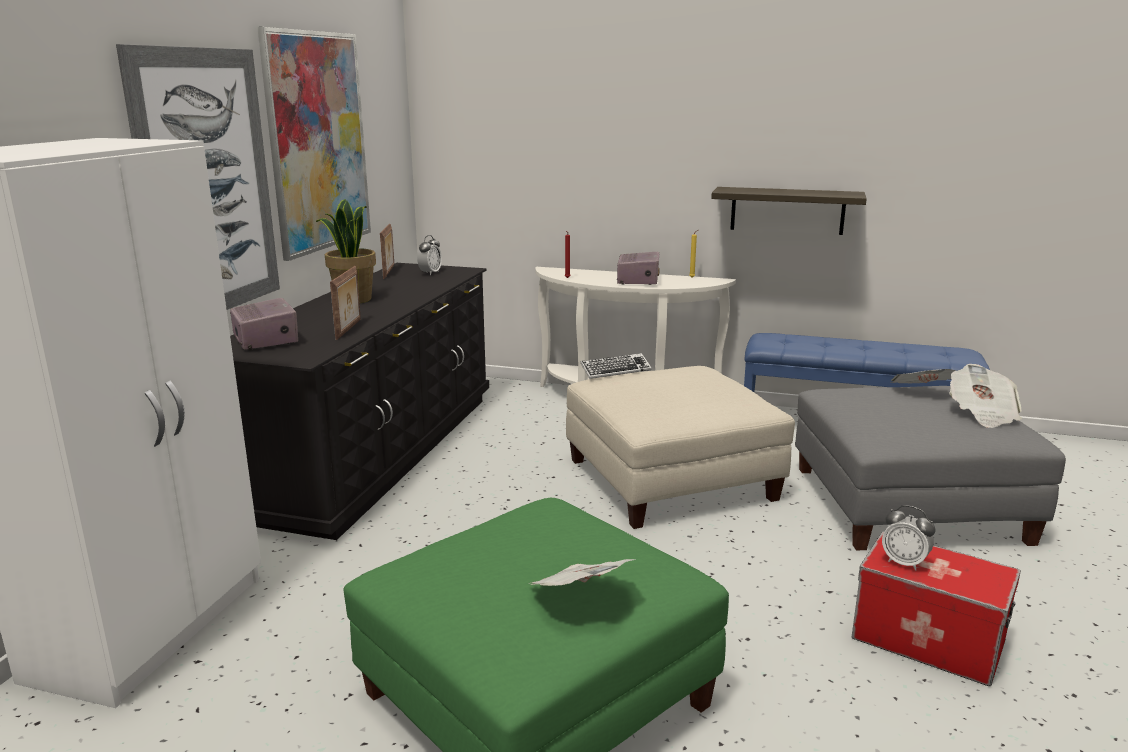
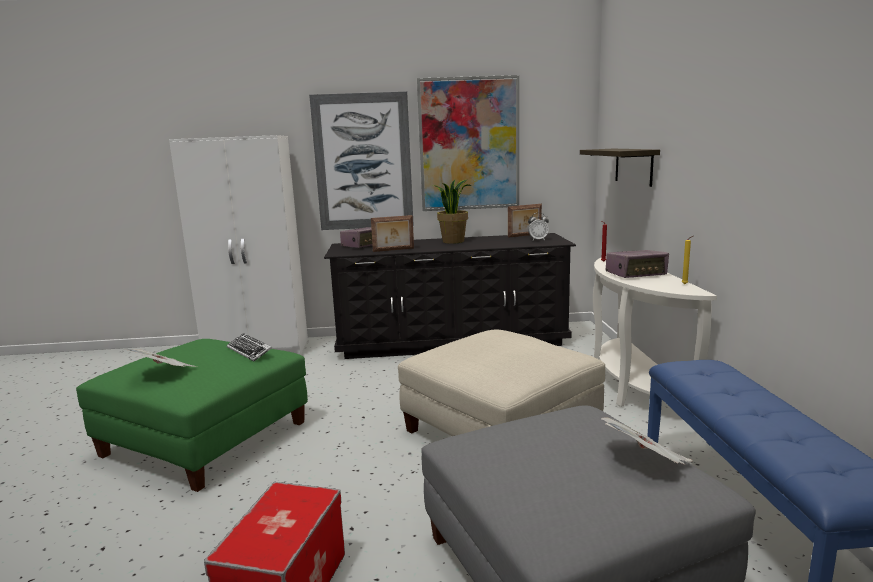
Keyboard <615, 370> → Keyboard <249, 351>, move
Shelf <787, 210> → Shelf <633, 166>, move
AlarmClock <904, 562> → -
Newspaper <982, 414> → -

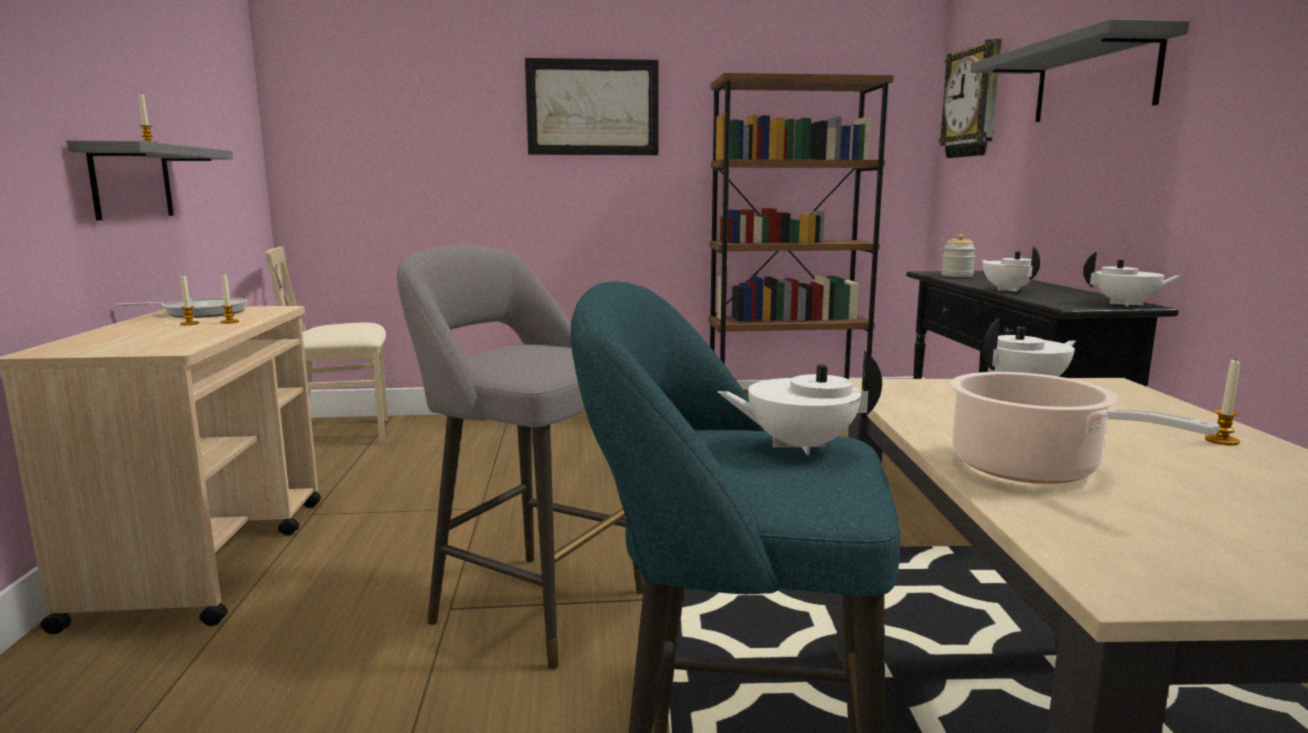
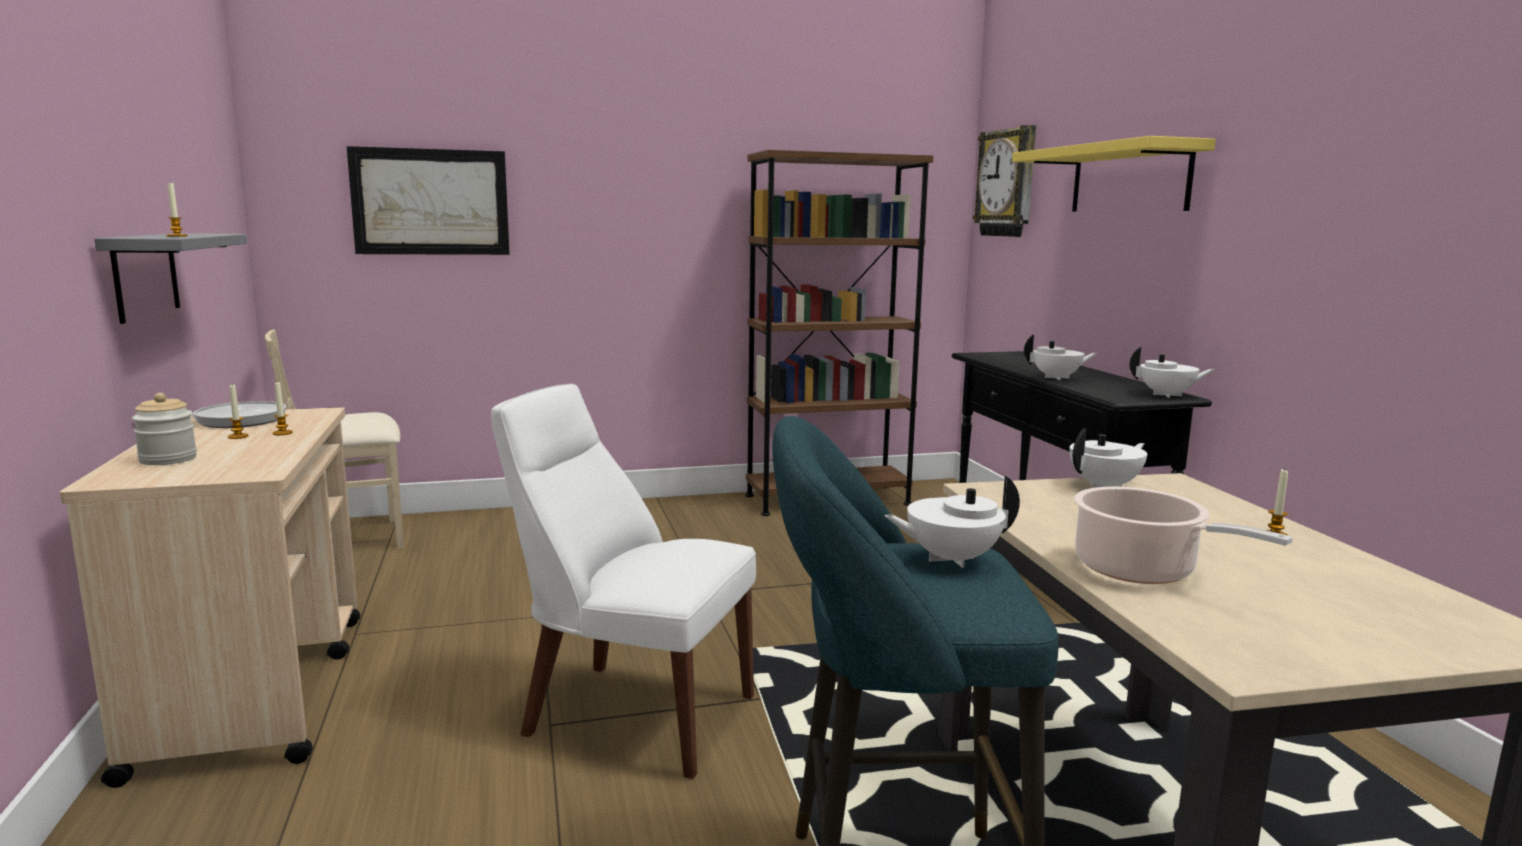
GreyStool <530, 603> → WhiteChair <631, 713>
Picture <592, 107> → Picture <431, 202>, move
Jar <957, 275> → Jar <168, 459>, move
GreyShelf <1094, 80> → YellowShelf <1129, 179>
WhiteTeapot <1007, 290> → WhiteTeapot <1057, 378>, 120 degrees clockwise

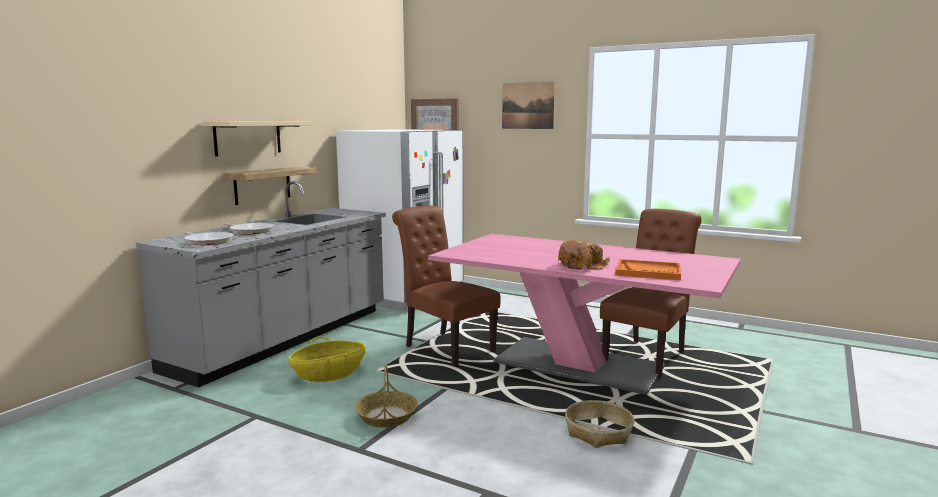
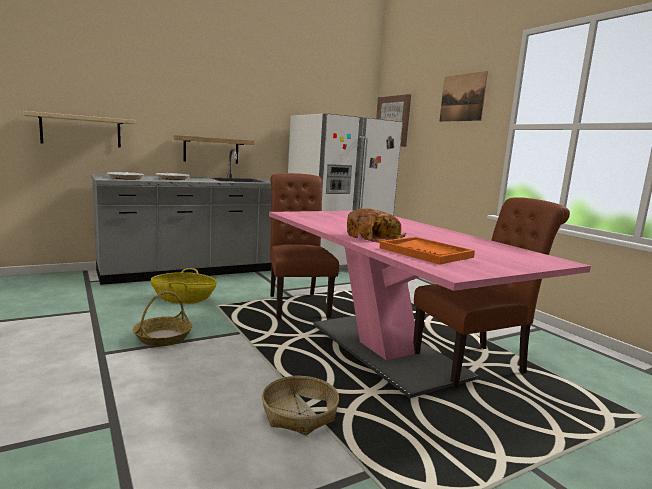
BeigeShelf <248, 137> → BeigeShelf <81, 131>, move

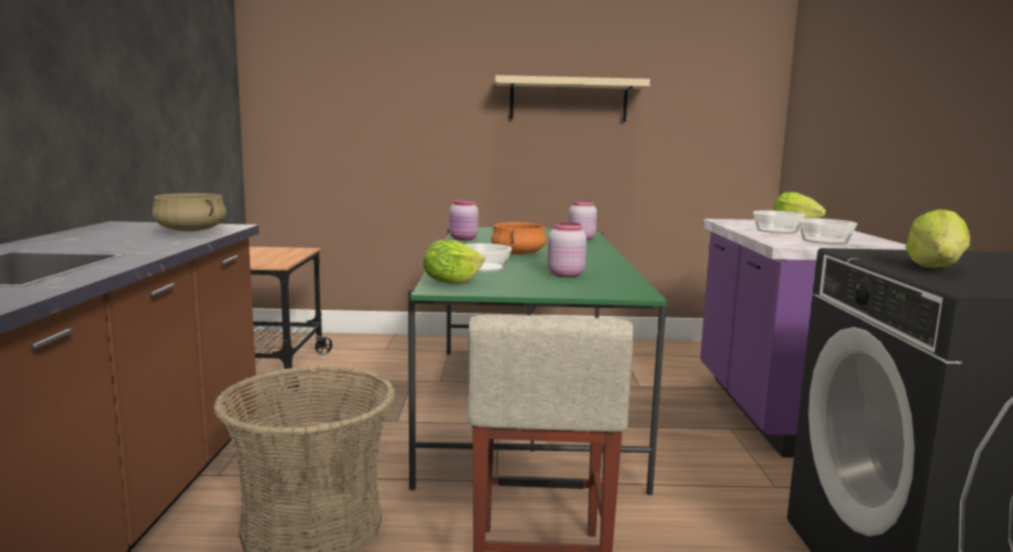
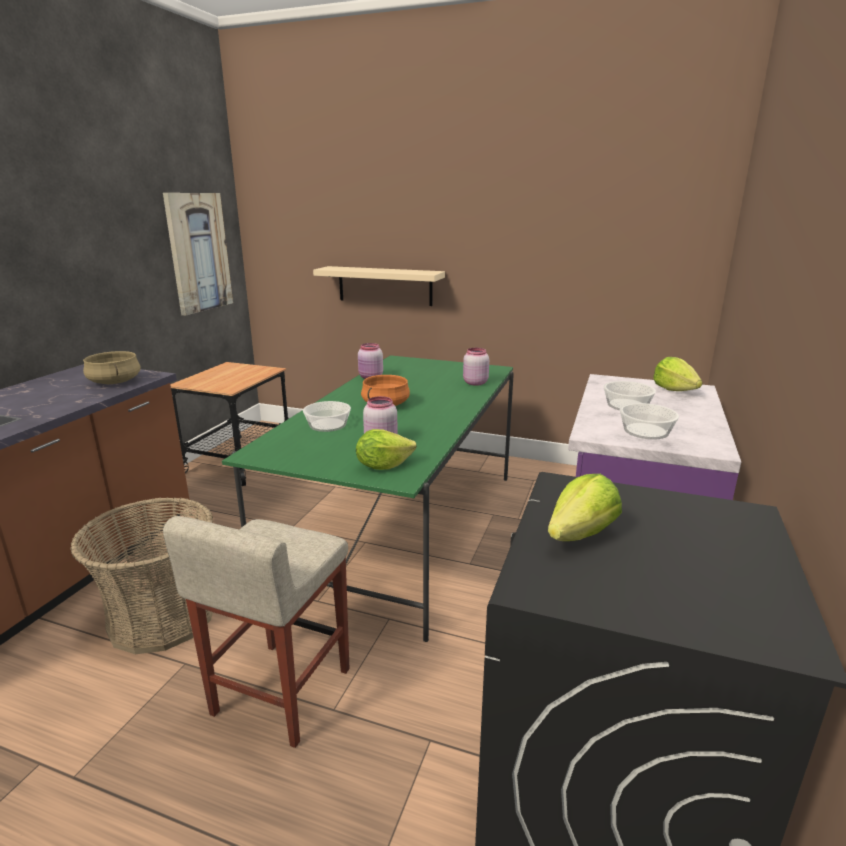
Lettuce <451, 282> → Lettuce <383, 466>, move
BeigeShelf <568, 100> → BeigeShelf <385, 285>, move
- → Picture <198, 252>

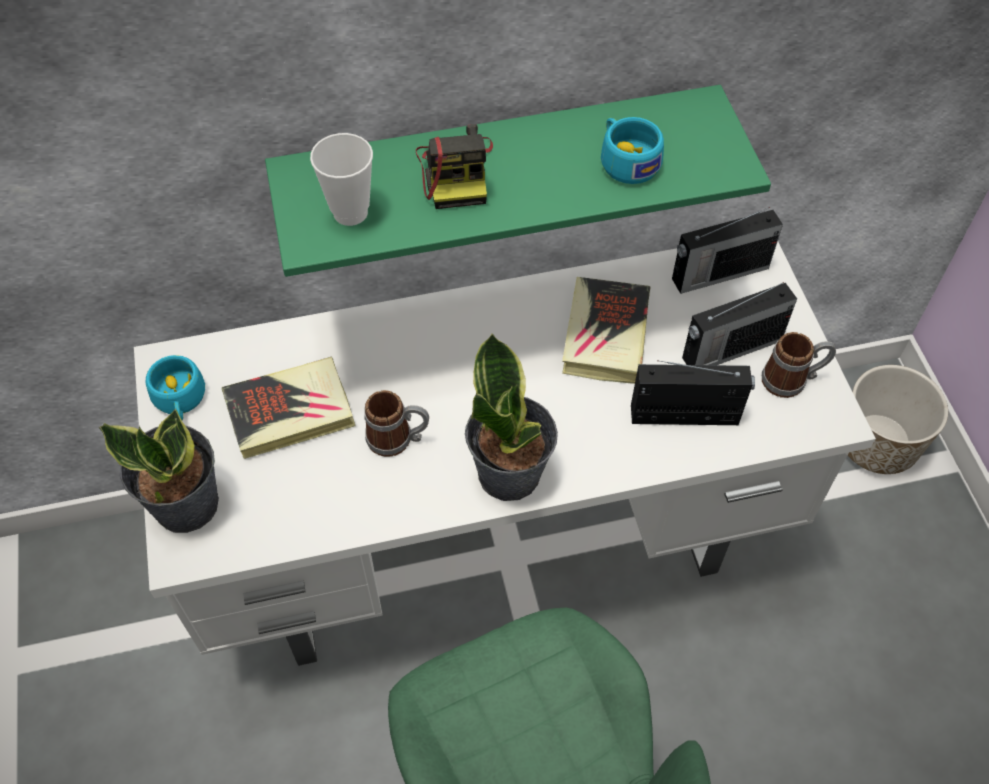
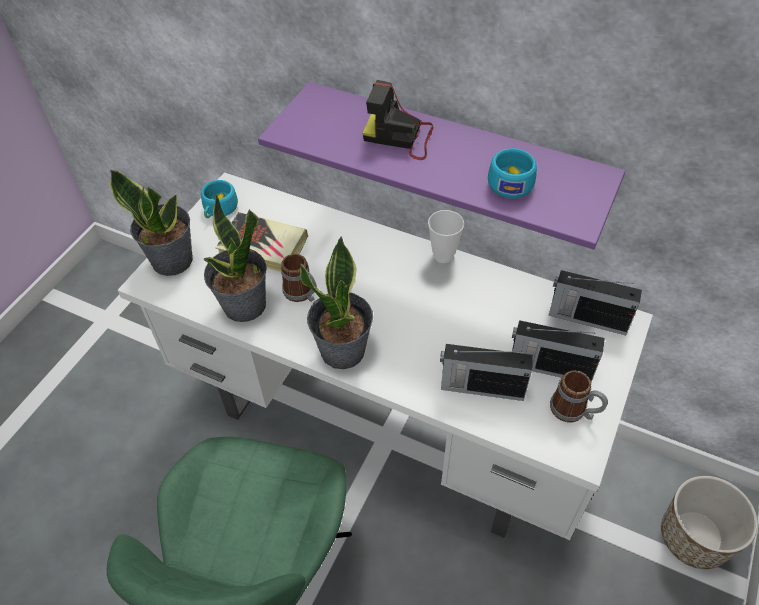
GreenShelf <498, 163> → PurpleShelf <454, 156>
Cup <350, 212> → Cup <443, 255>, move
PhotoCamera <456, 173> → PhotoCamera <400, 137>, 75 degrees clockwise
Book <605, 335> → -
Radio <686, 415> → Radio <480, 387>, 150 degrees clockwise
- → PottedPlant <244, 306>

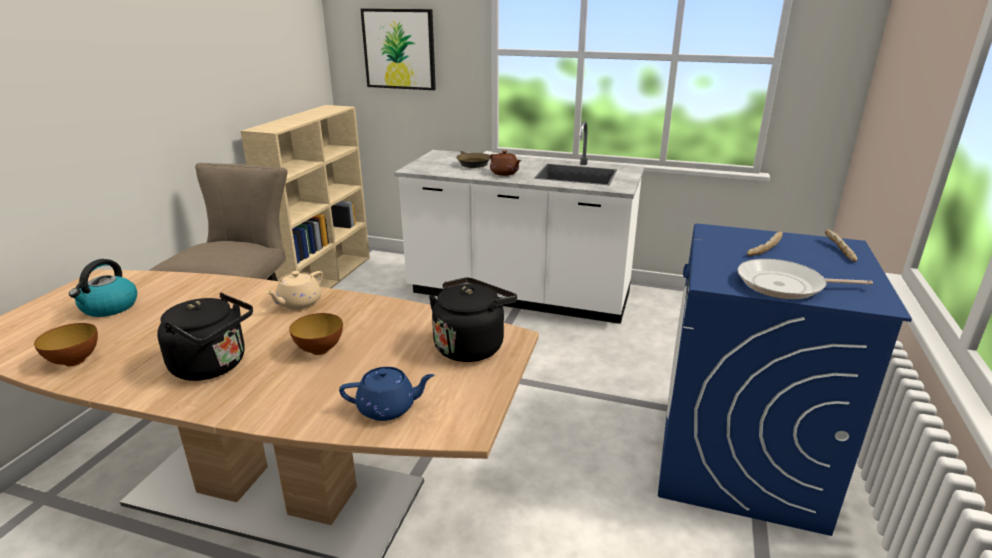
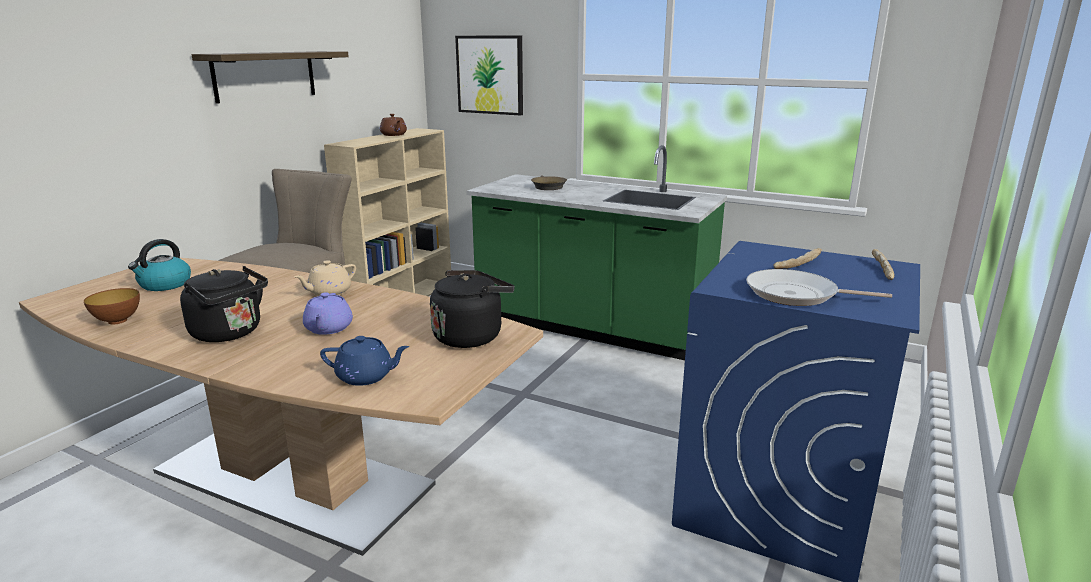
Bowl <319, 350> → PurpleTeapot <328, 329>
WhiteCounter <518, 296> → GreenCounter <591, 328>
BrownTeapot <505, 173> → BrownTeapot <394, 135>, move
- → Shelf <265, 75>

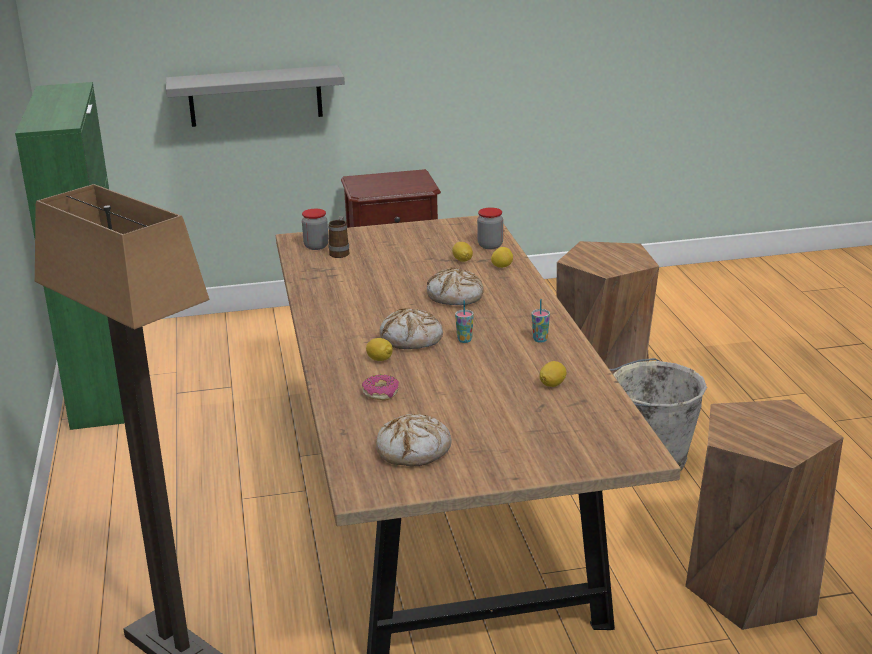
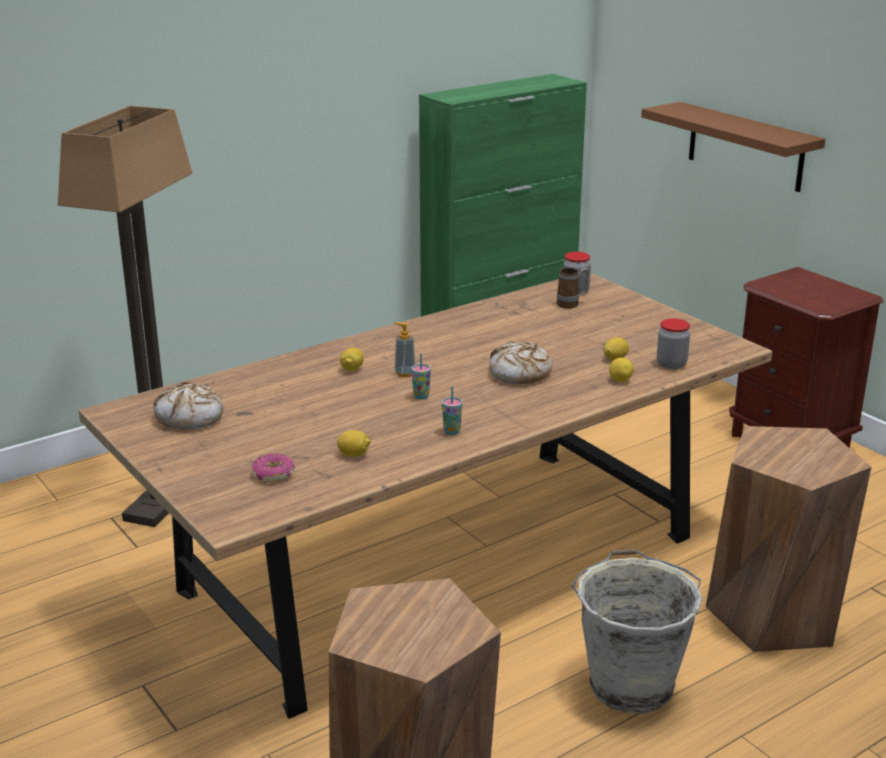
GreyShelf <255, 96> → BrownShelf <745, 147>
Donut <381, 393> → Donut <273, 474>, move
Bread <412, 339> → SoapDispenser <405, 373>

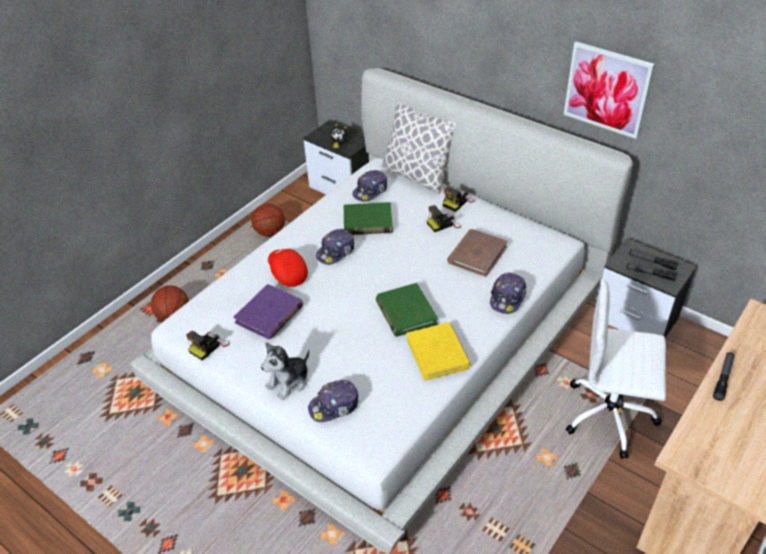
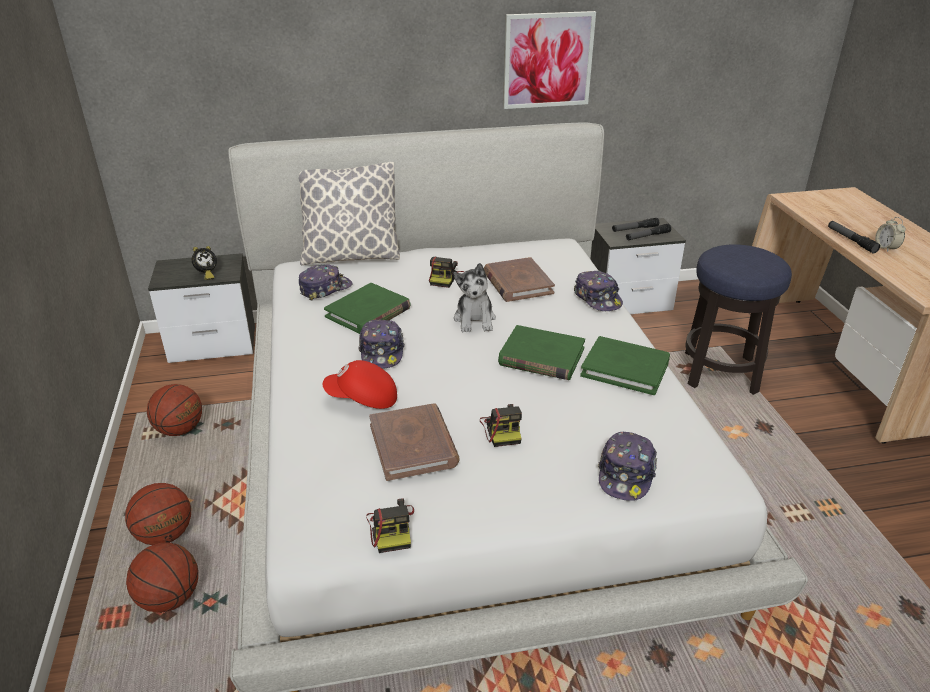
PurpleBook <269, 314> → BrownBook <413, 445>
PlushToy <289, 382> → PlushToy <475, 319>, move
Cap <370, 191> → Cap <325, 288>, 120 degrees counterclockwise
YellowBook <438, 353> → GreenBook <625, 368>
PhotoCamera <457, 202> → PhotoCamera <502, 429>, move
WhiteOfficeChair <611, 415> → Stool <720, 372>
- → Basketball <165, 535>
- → AlarmClock <886, 248>

